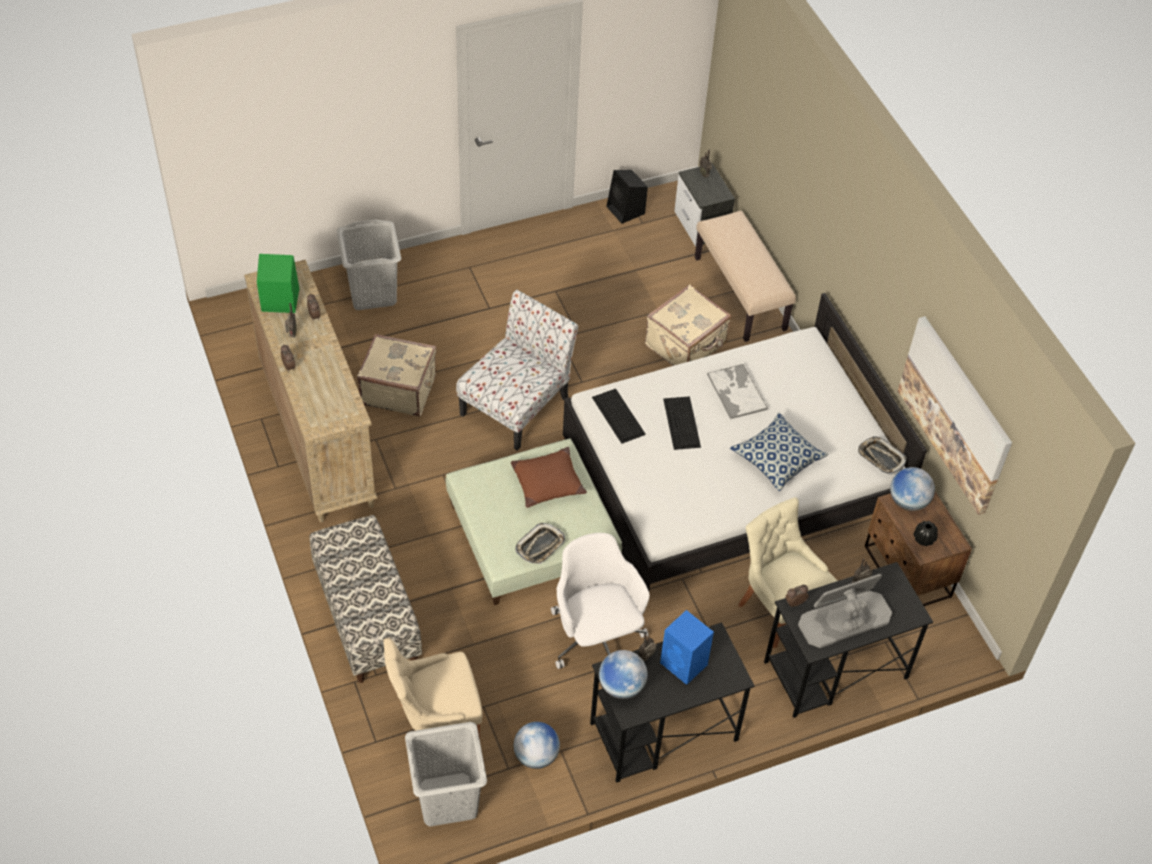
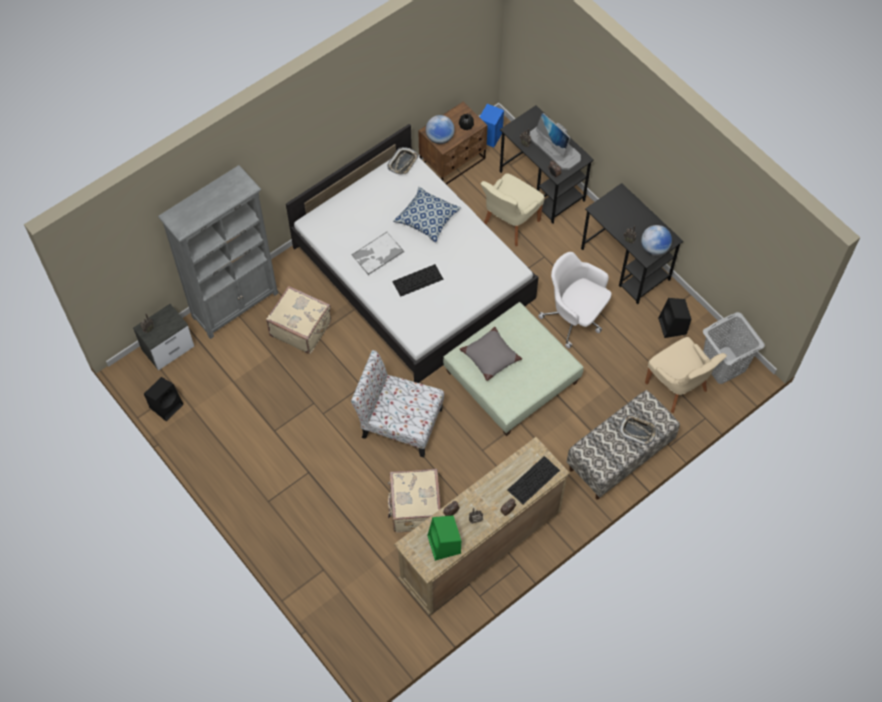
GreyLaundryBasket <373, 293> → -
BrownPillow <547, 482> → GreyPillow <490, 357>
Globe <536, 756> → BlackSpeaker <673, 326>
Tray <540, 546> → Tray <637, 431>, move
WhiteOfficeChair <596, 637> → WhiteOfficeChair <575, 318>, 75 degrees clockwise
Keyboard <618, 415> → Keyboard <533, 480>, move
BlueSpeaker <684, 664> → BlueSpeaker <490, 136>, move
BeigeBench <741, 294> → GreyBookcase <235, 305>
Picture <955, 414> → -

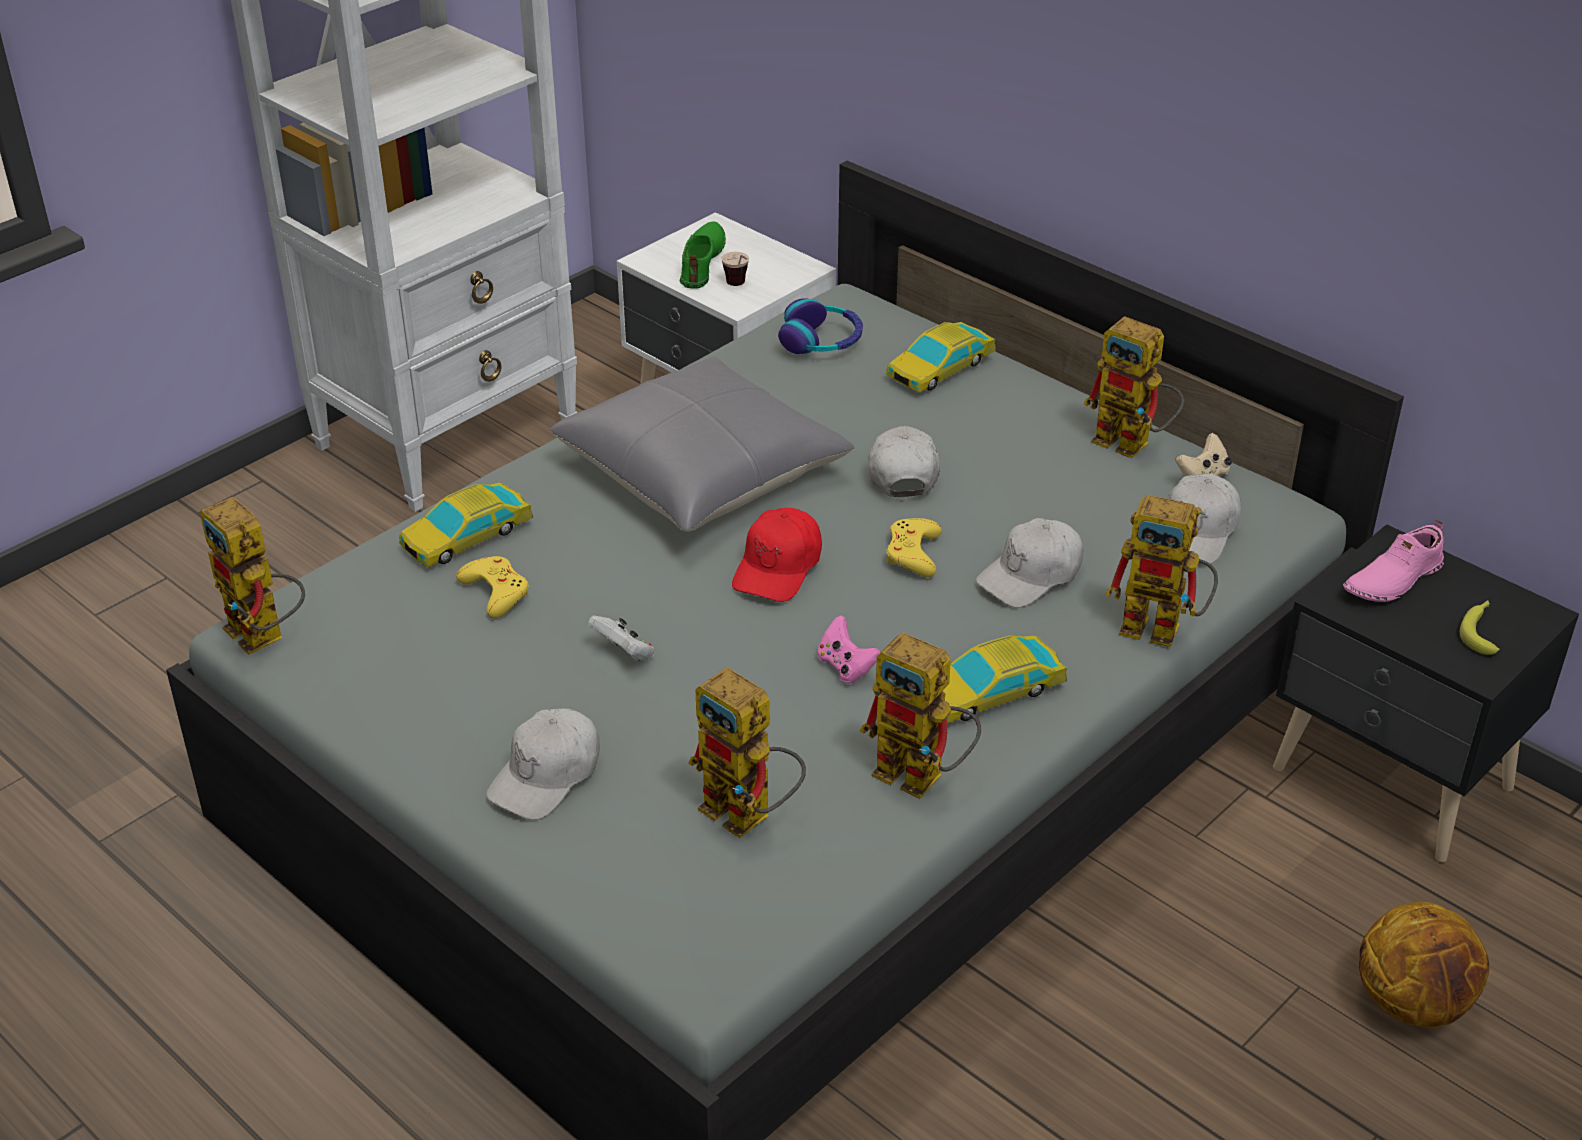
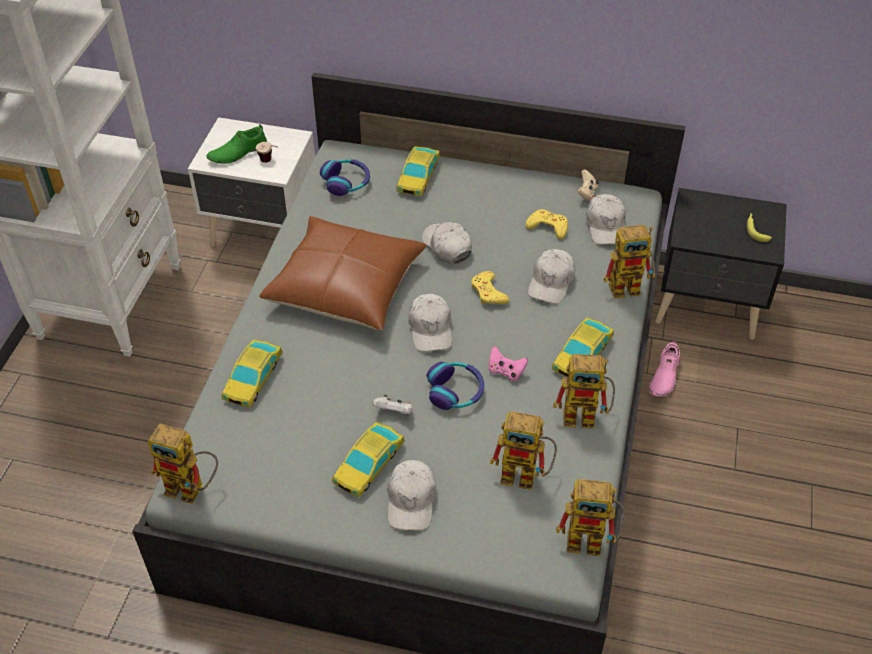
YellowGameController <495, 591> → YellowGameController <548, 226>, move
GreyPillow <701, 471> → BrownPillow <345, 286>
GreenShoe <703, 262> → GreenShoe <237, 152>, 105 degrees counterclockwise
RedCap <778, 567> → WhiteCap <431, 328>
ToyRobot <1133, 444> → ToyRobot <592, 541>, move
PinkShoe <1392, 579> → PinkShoe <664, 376>, move
Basketball <1414, 1004> → -
- → ToyCar <369, 464>
- → Headphones <455, 391>

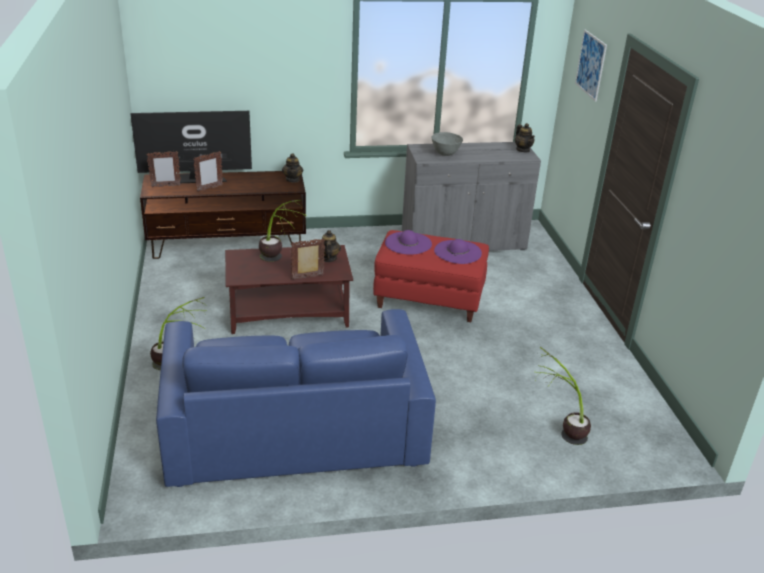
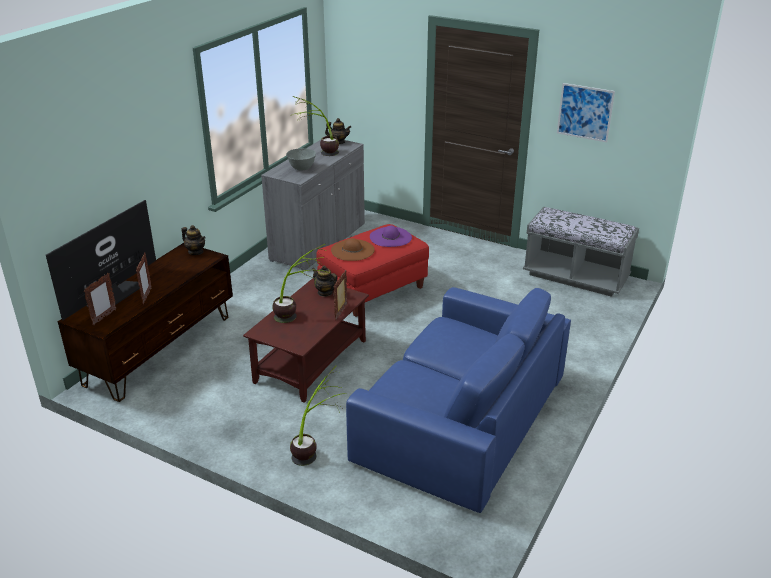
PurpleHat <408, 243> → BrownHat <352, 250>
PottedPlant <559, 429> → PottedPlant <319, 154>, move
Picture <590, 65> → Picture <585, 112>, move
- → GreyBench <575, 276>

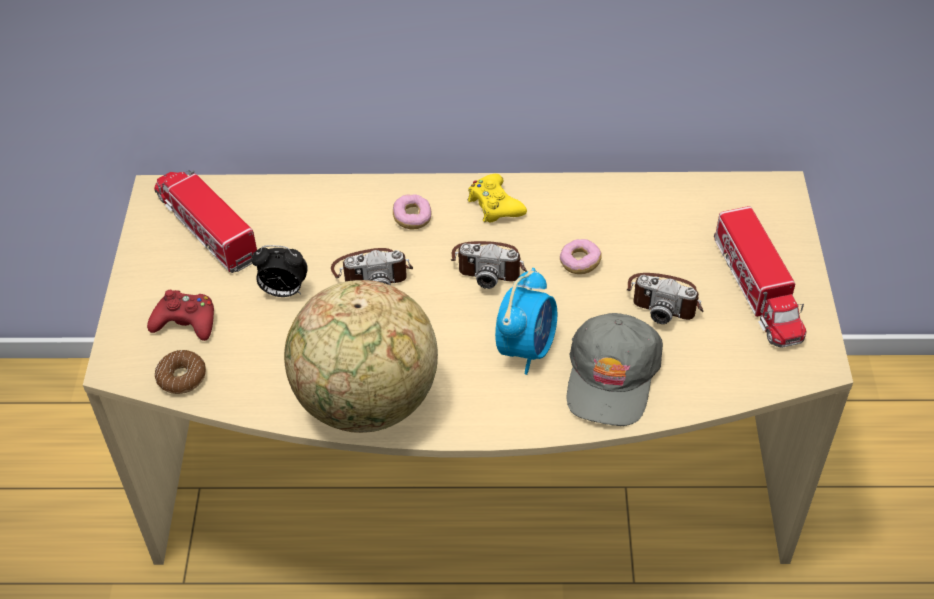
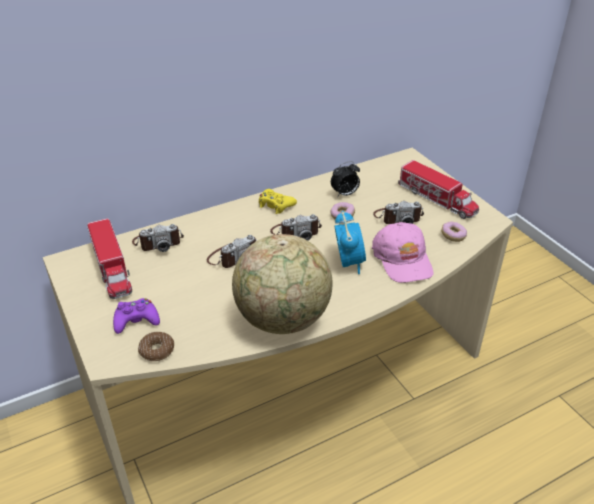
RedGameController <186, 321> → PurpleGameController <136, 320>
ToyTruck <206, 227> → ToyTruck <112, 268>, 135 degrees counterclockwise
AlarmClock <283, 291> → AlarmClock <345, 194>, move
Donut <412, 218> → Donut <453, 236>, move
GreyCap <611, 376> → PinkCap <403, 259>
- → PhotoCamera <158, 242>

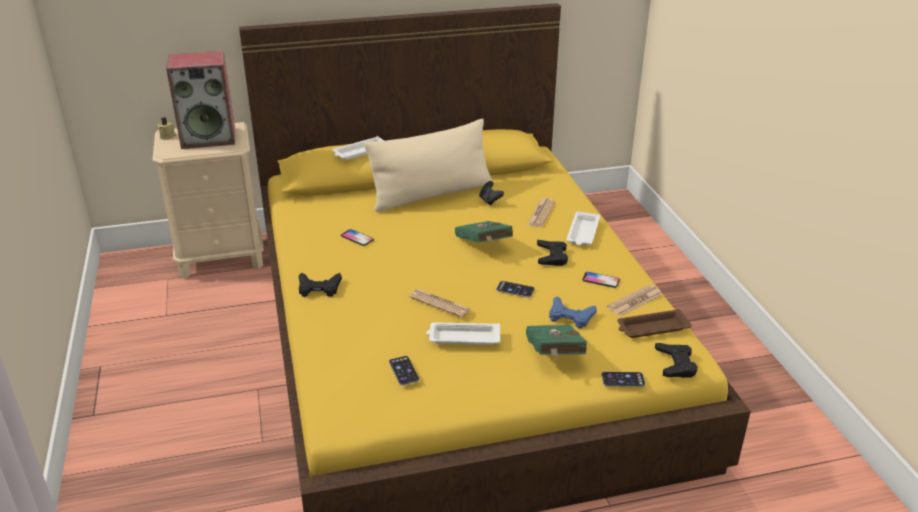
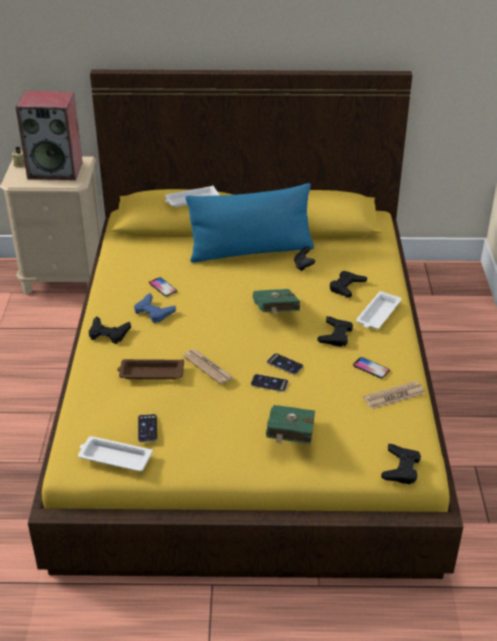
BeigePillow <431, 194> → BluePillow <251, 251>
WhiteTray <463, 338> → WhiteTray <114, 457>, move
Newspaper <541, 213> → BlackGameController <346, 287>
BlueGameController <570, 316> → BlueGameController <153, 312>, move
Phone <623, 379> → Phone <269, 383>, move
BrownTray <652, 328> → BrownTray <150, 373>, move

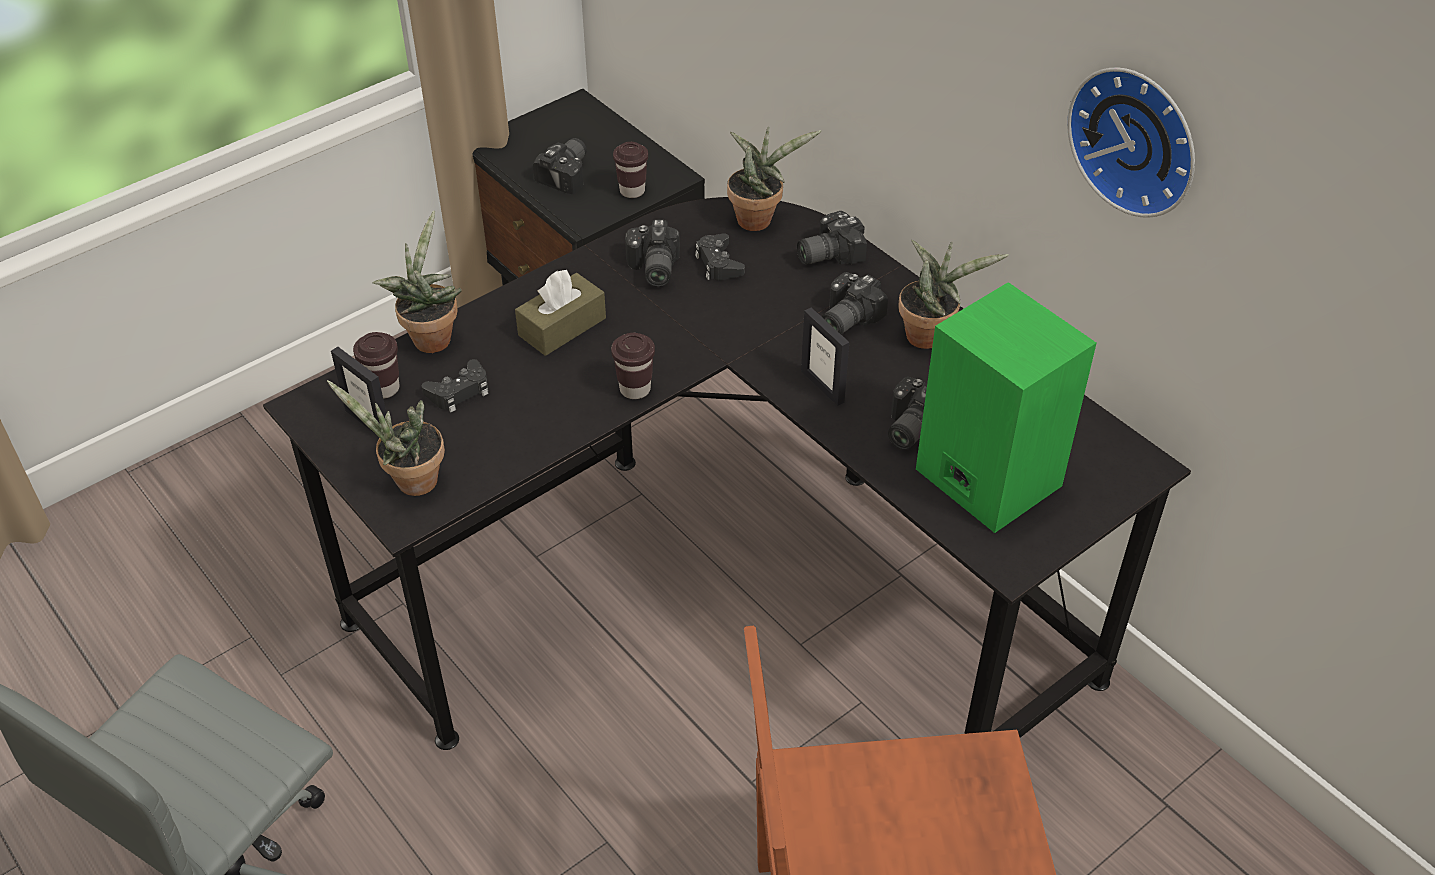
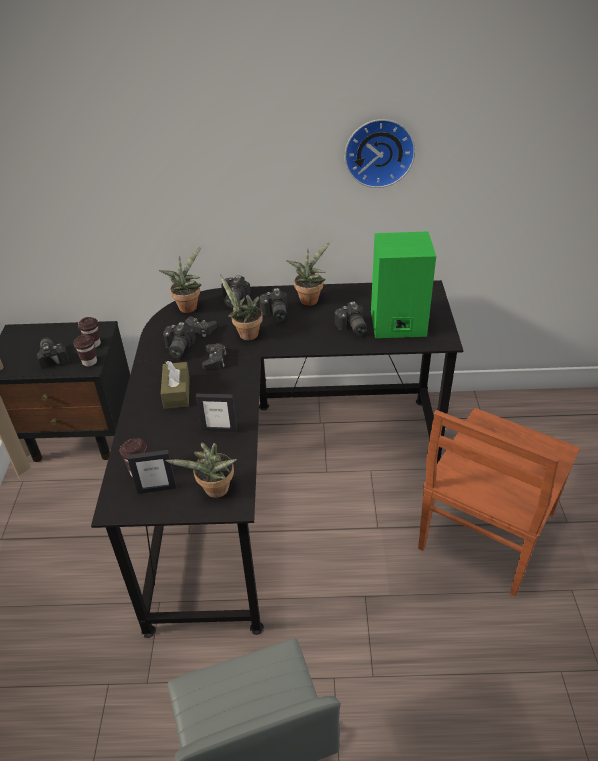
PottedPlant <430, 337> → PottedPlant <245, 334>, move
BlackGameController <459, 391> → BlackGameController <214, 360>, move
BrownCup <635, 389> → BrownCup <89, 362>, move
PhotoCamera <652, 269> → PhotoCamera <177, 348>, 60 degrees clockwise
PictureFrame <823, 386> → PictureFrame <219, 430>, move

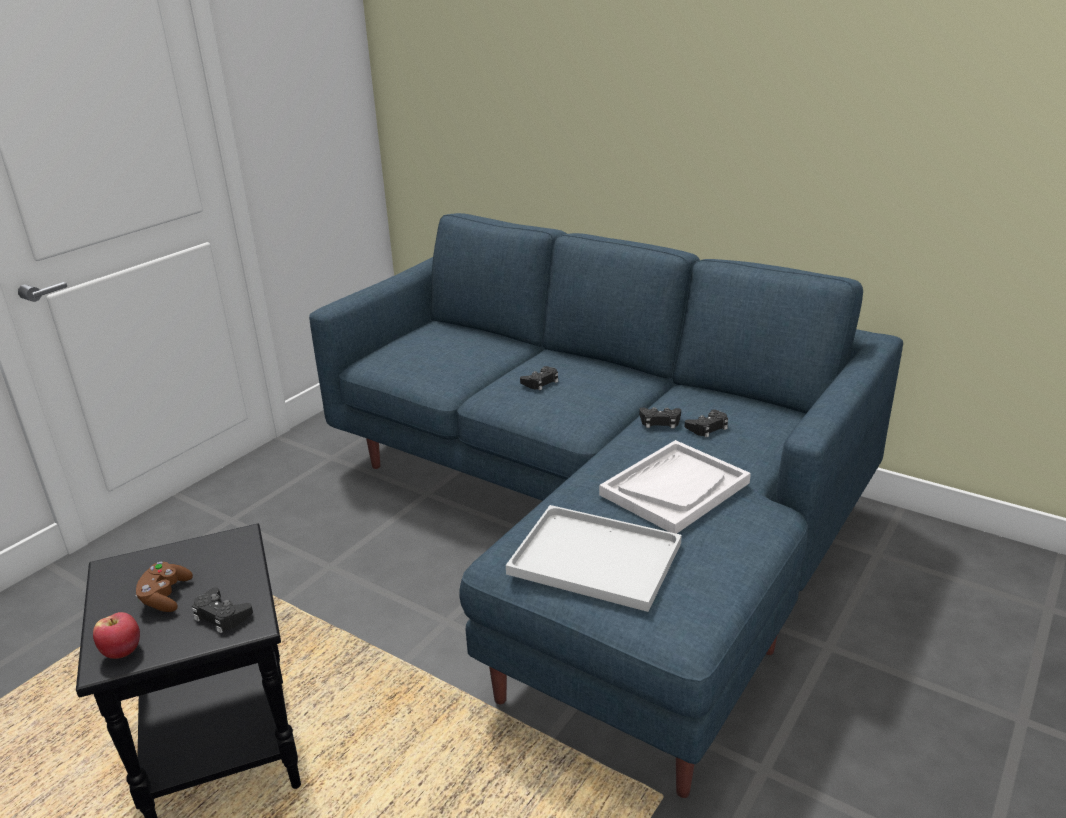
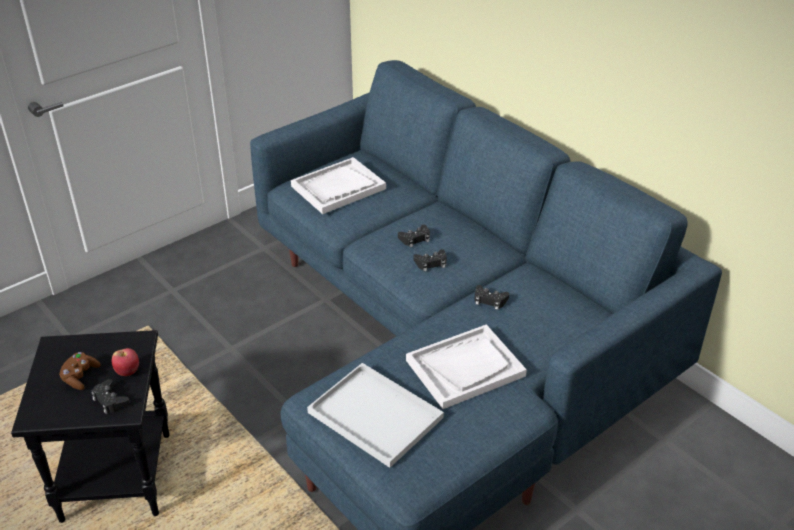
Apple <123, 651> → Apple <128, 372>, move
BlackGameController <707, 427> → BlackGameController <431, 263>, move
- → WhiteTray <338, 188>

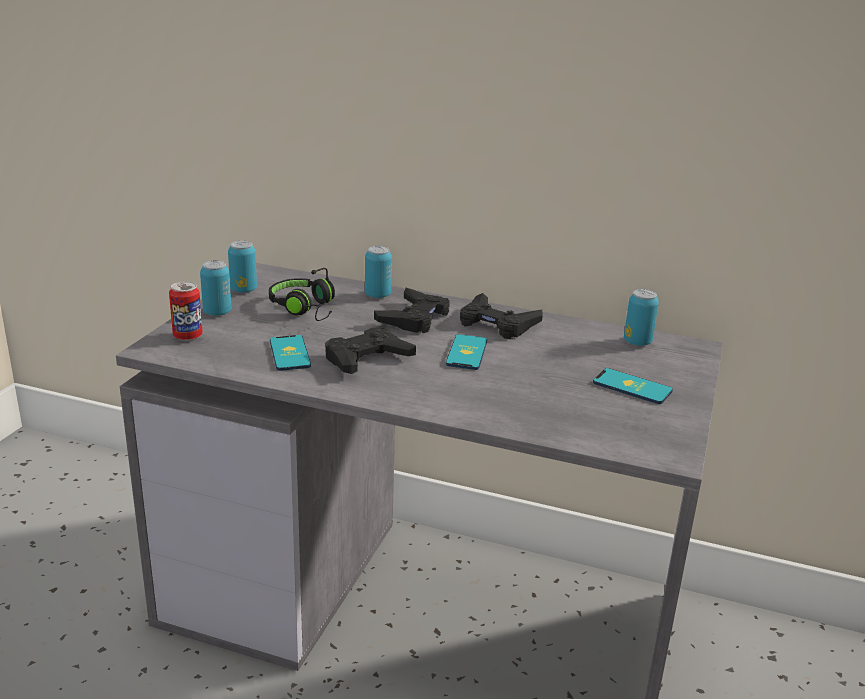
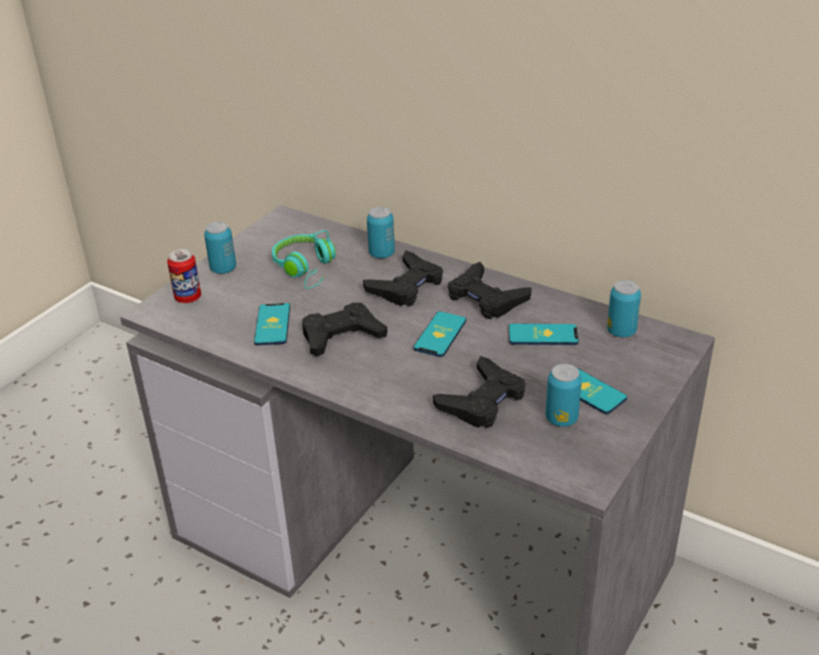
Can <243, 290> → Can <561, 419>, move
BlackHeadphones <306, 309> → TurquoiseHeadphones <306, 269>
- → BlackGameController <482, 400>
- → Phone <543, 335>

